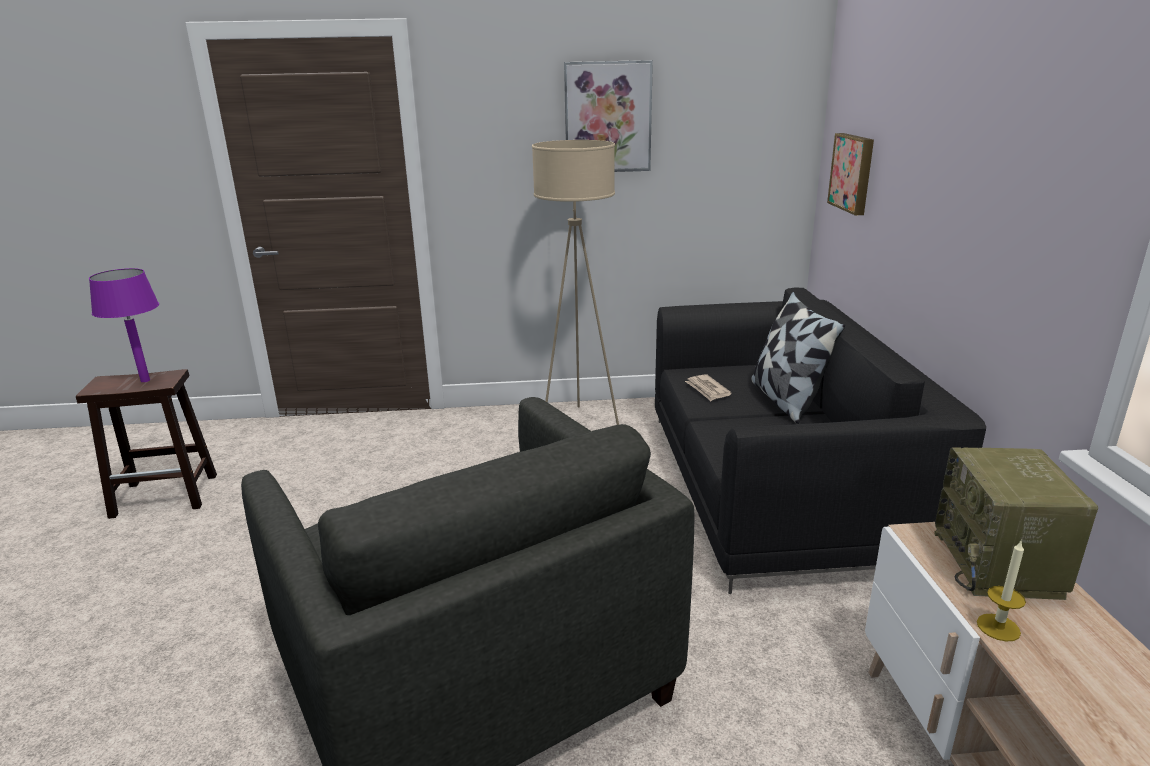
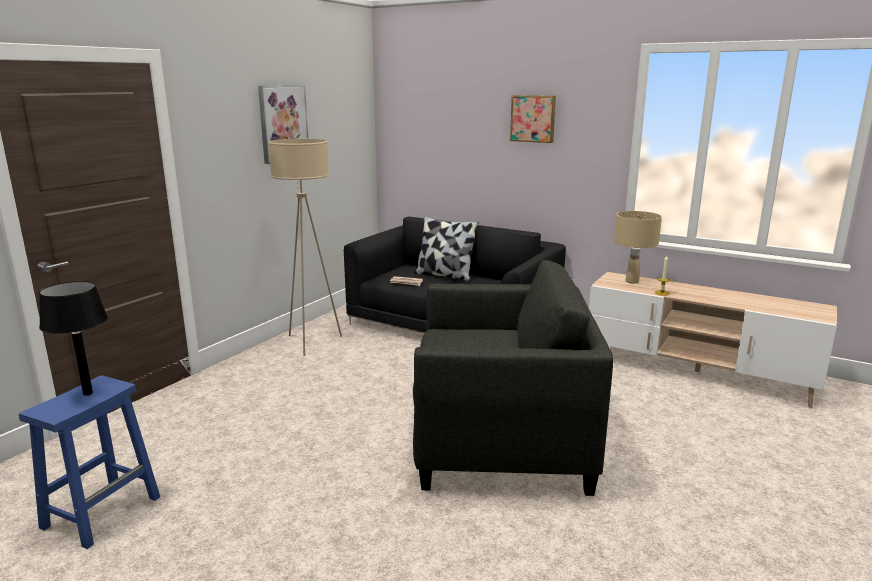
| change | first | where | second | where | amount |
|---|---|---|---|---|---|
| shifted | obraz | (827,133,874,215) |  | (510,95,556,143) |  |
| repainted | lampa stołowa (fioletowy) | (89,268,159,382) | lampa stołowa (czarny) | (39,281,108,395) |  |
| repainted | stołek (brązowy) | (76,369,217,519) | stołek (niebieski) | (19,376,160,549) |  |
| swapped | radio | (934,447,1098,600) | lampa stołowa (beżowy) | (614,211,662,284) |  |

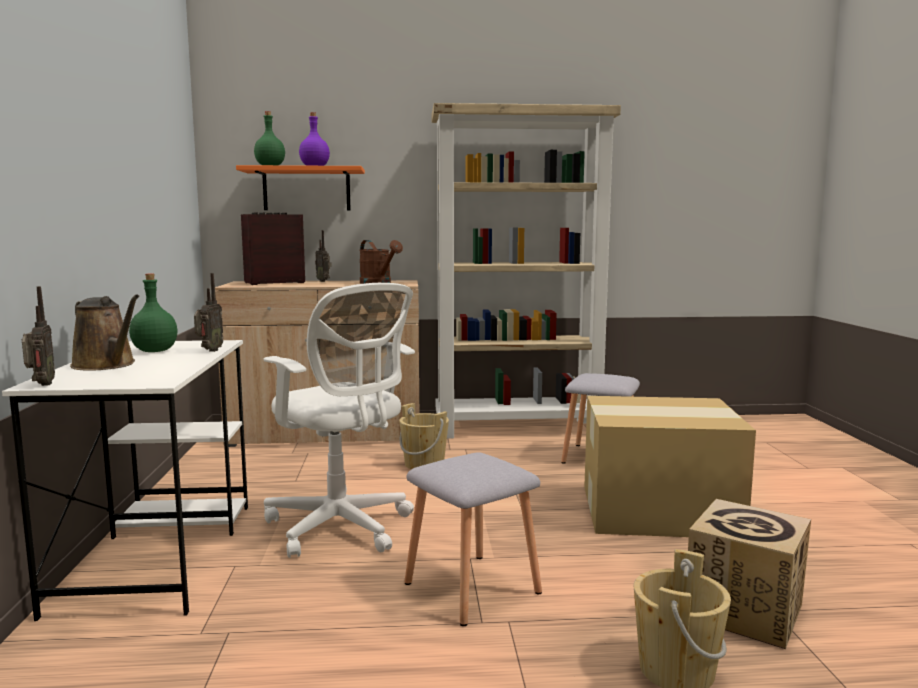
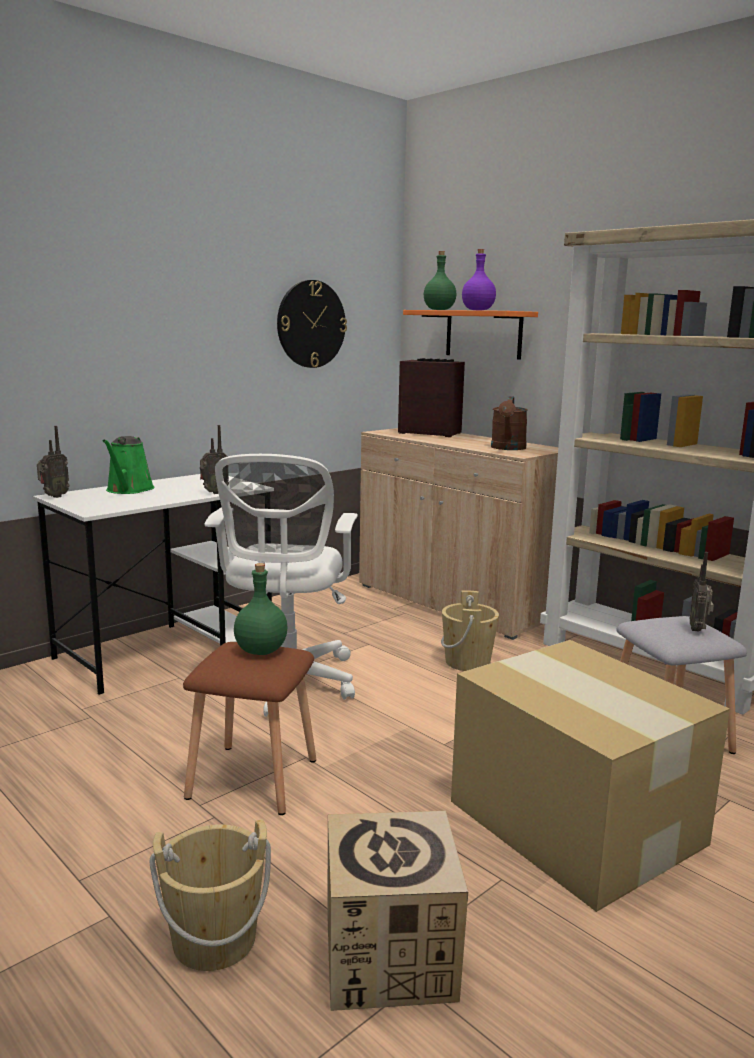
| change | first | where | second | where | amount |
|---|---|---|---|---|---|
| shifted | radio | (315,230,332,282) |  | (690,552,714,631) |  |
| shifted | butelka (zielony) | (129,274,178,352) |  | (234,563,287,655) |  |
| repainted | konewka (brązowy) | (70,294,139,371) | konewka (zielony) | (103,436,155,494) |  |
| repainted | stołek (szary) | (404,452,542,626) | stołek (brązowy) | (183,642,316,815) |  |
| new |  |  | zegar ścienny | (277,280,347,368) |  |

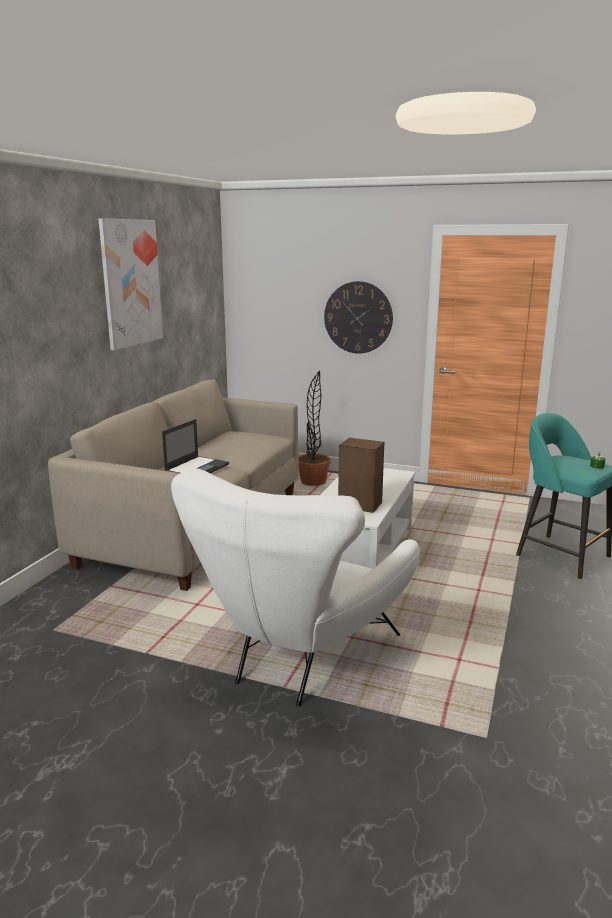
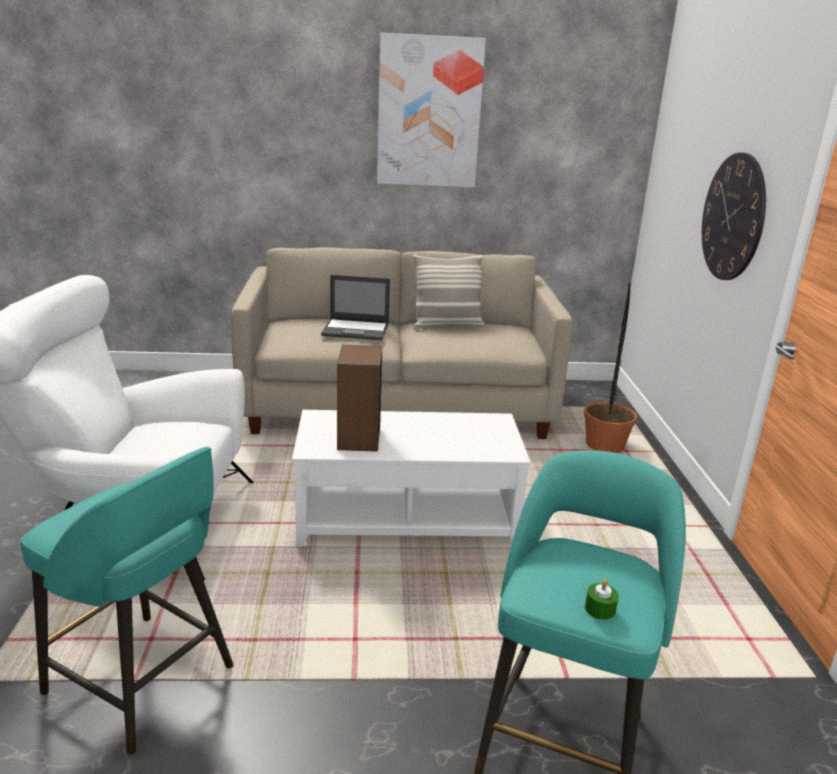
| change | first | where | second | where | amount |
|---|---|---|---|---|---|
| new |  |  | poduszka | (413,254,484,329) |  |
| new |  |  | stołek (turkusowy) | (21,447,234,755) |  |

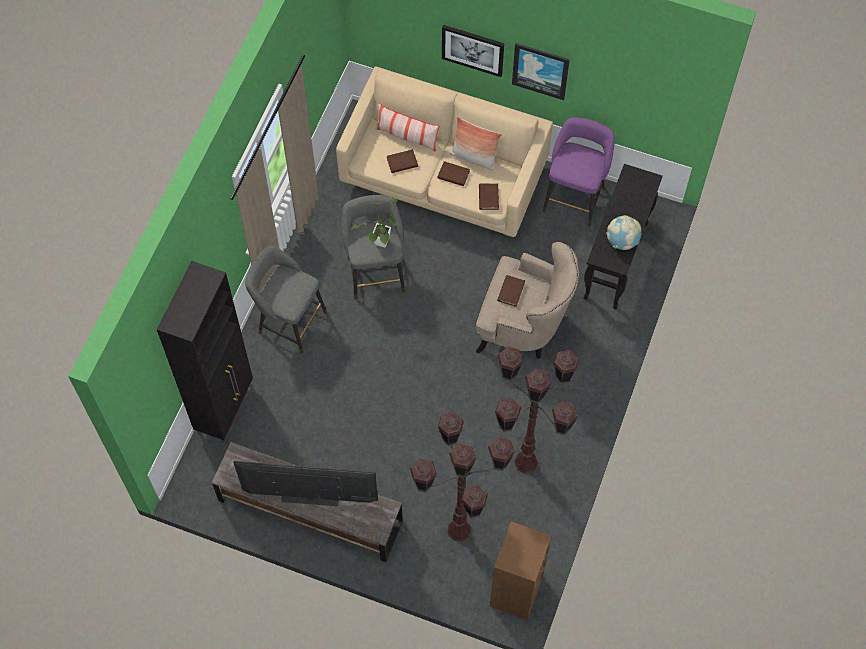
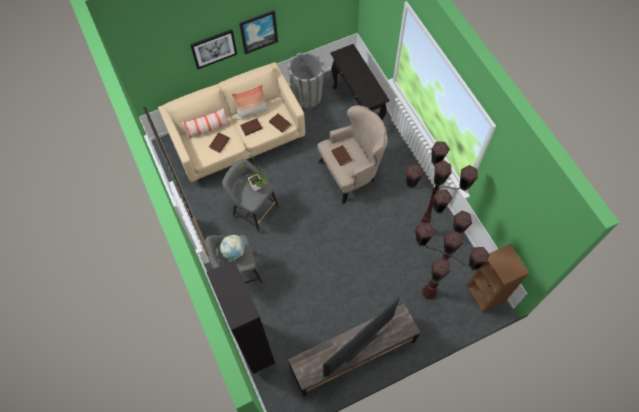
| change | first | where | second | where | amount |
|---|---|---|---|---|---|
| swapped | stołek (fioletowy) | (543,117,615,226) | donica (szary) | (288,52,325,108) |  |
| shifted | globus | (606,215,641,250) |  | (220,235,245,260) |  |

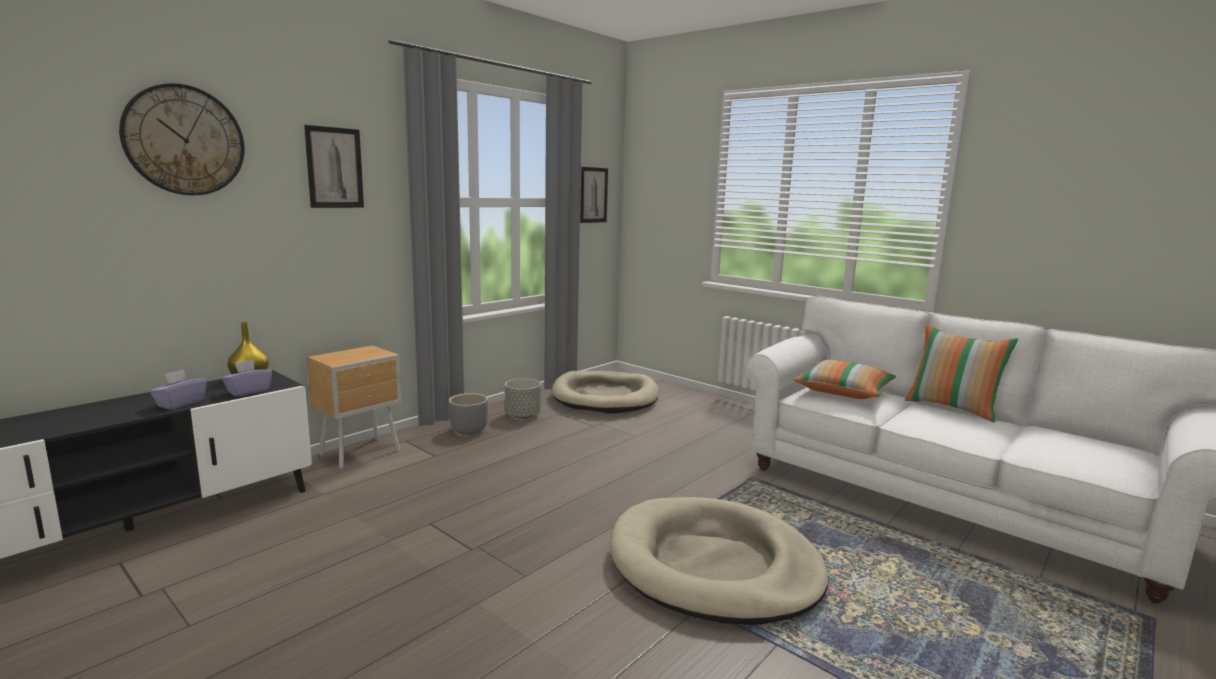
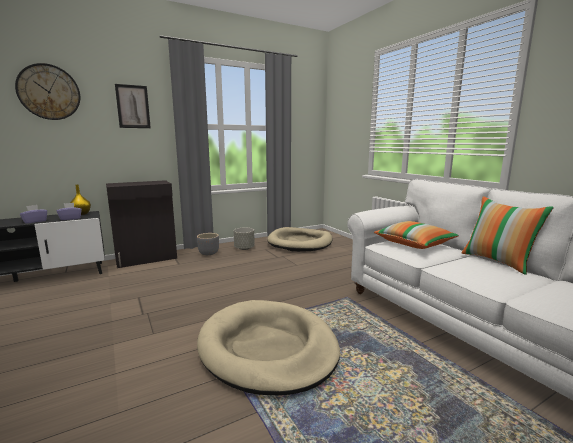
| change | first | where | second | where | amount |
|---|---|---|---|---|---|
| gone | obraz | (580,167,608,223) |  |  |  |
| swapped | szafka nocna (brązowy) | (307,345,402,469) | szafka (czarny) | (106,180,177,268) |  |

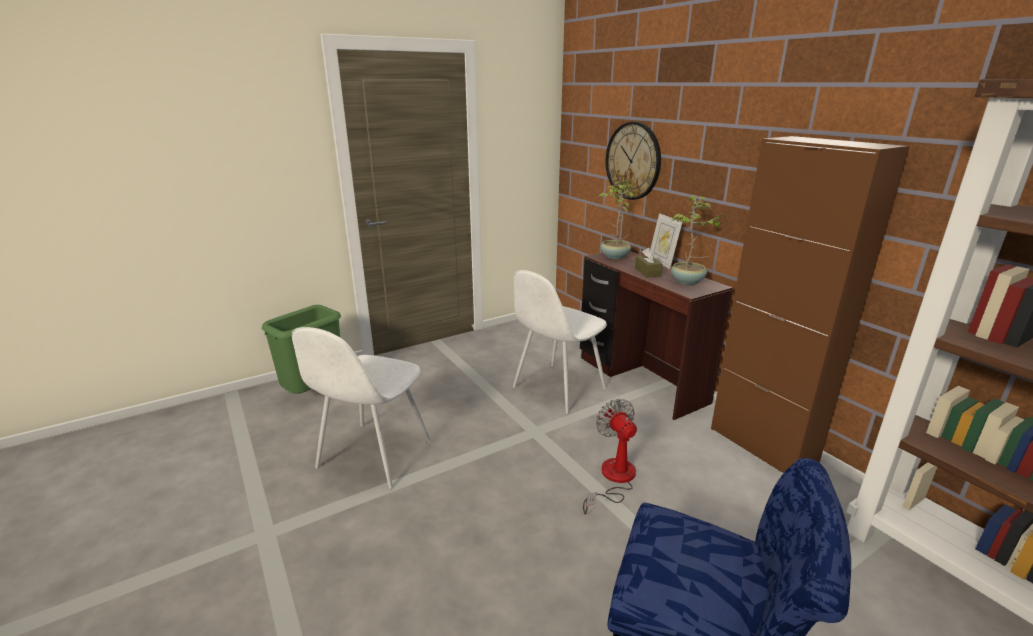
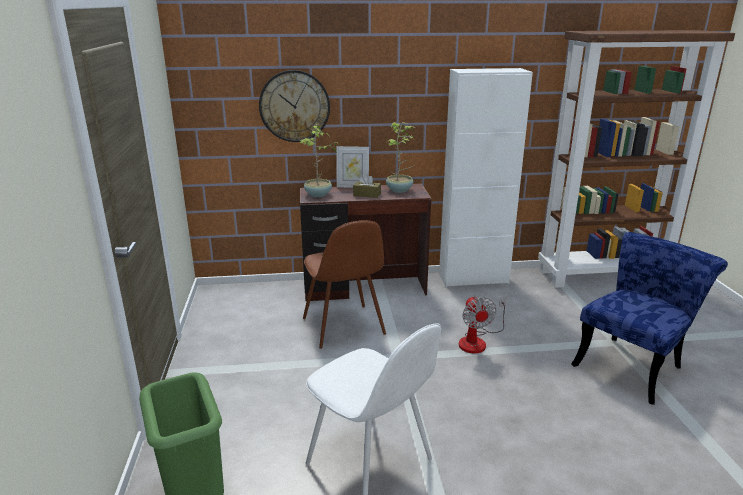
| change | first | where | second | where | amount |
|---|---|---|---|---|---|
| repainted | szafka (brązowy) | (711,136,910,473) | szafka (biały) | (439,68,533,287) |  |
| repainted | krzesło (biały) | (513,270,607,414) | krzesło (brązowy) | (303,220,386,349) |  |
| rotated | wentylator | (583,399,637,514) |  | (459,296,506,354) | 105 degrees counterclockwise |

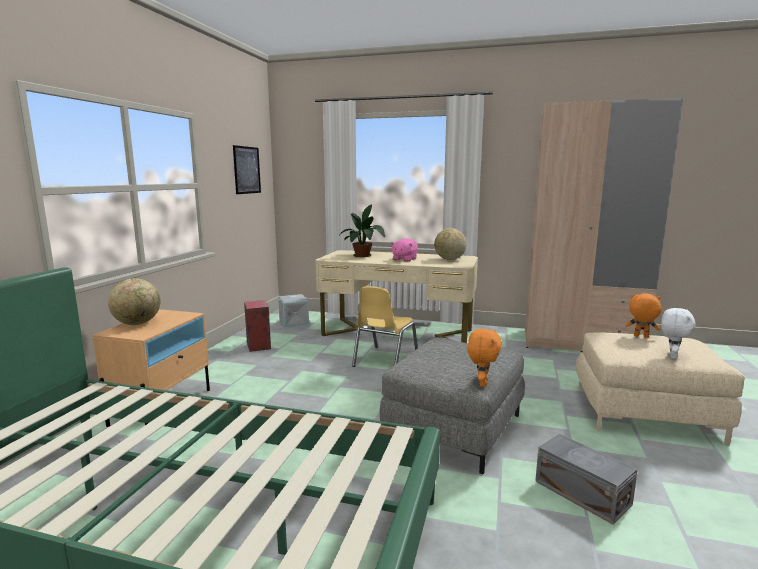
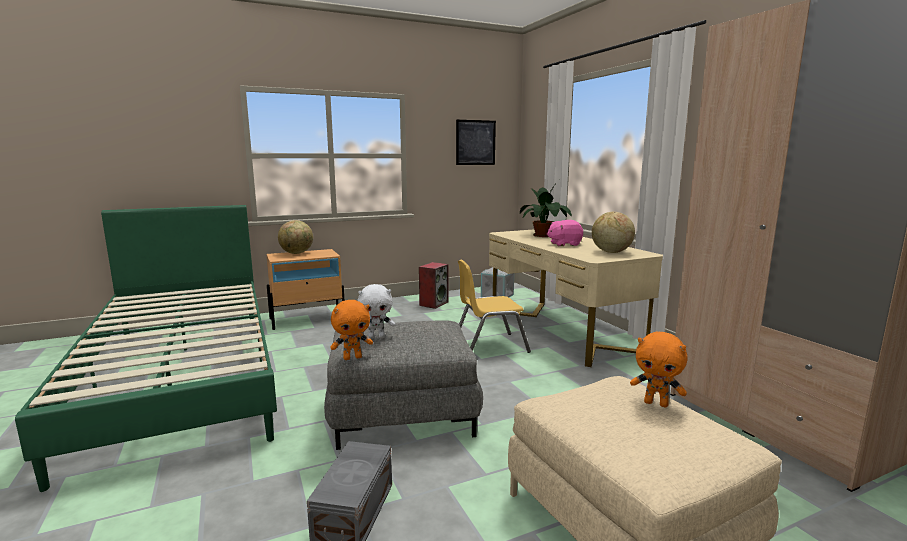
| change | first | where | second | where | amount |
|---|---|---|---|---|---|
| rotated | pluszak (pomarańczowy) | (625,293,662,338) |  | (630,332,688,407) | 135 degrees clockwise |
| shifted | pluszak (biały) | (661,308,696,359) |  | (358,284,395,339) |  |

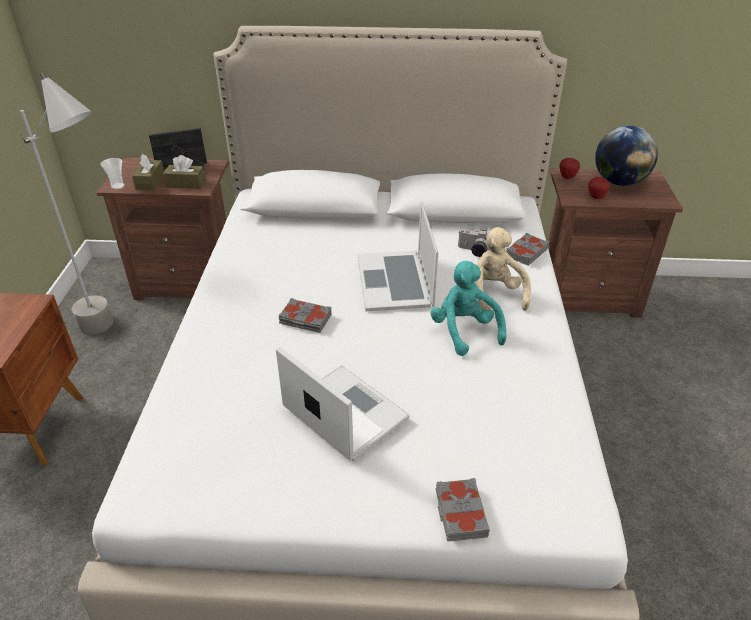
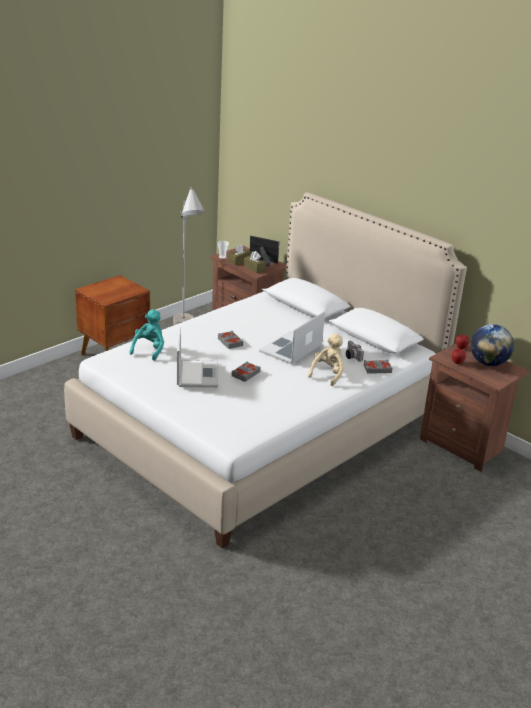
| change | first | where | second | where | amount |
|---|---|---|---|---|---|
| shifted | pluszak (turkusowy) | (430,261,506,356) |  | (130,309,164,361) |  |
| shifted | książka (szary) | (436,478,490,542) |  | (231,362,261,382) |  |

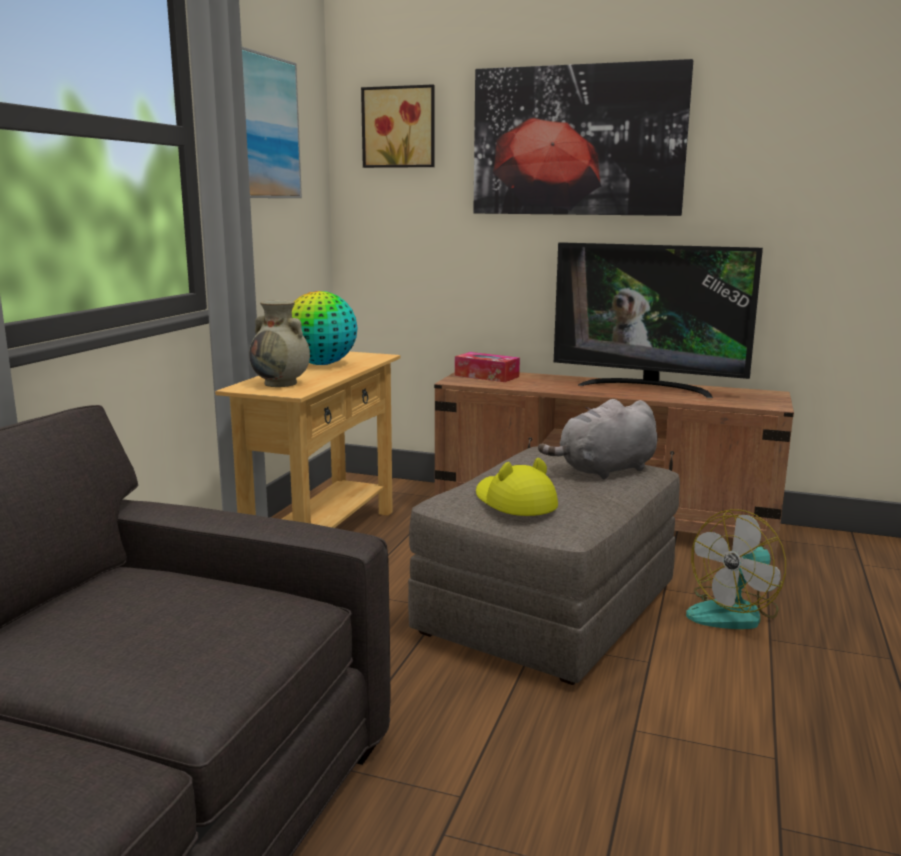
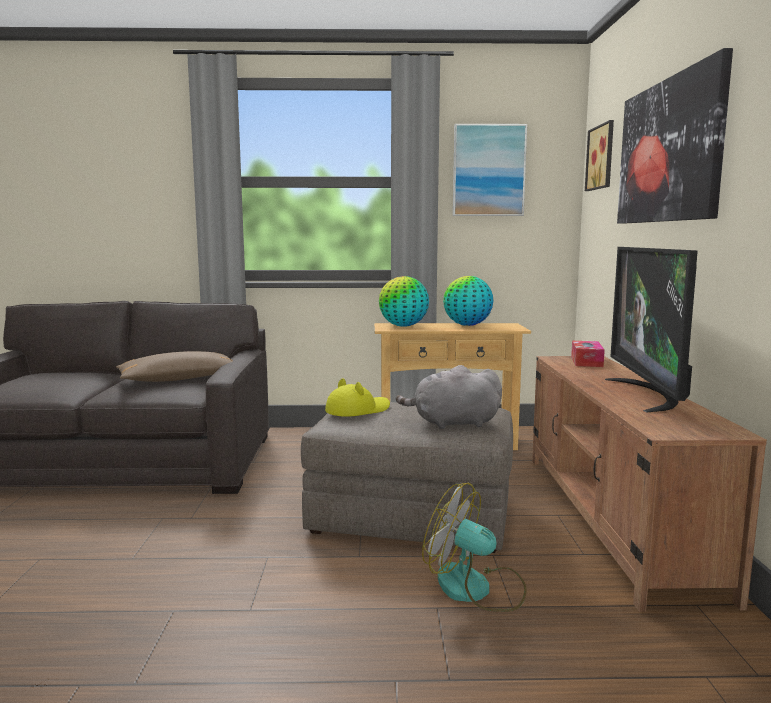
| change | first | where | second | where | amount |
|---|---|---|---|---|---|
| swapped | wazon (beżowy) | (249,300,310,387) | globus | (379,276,429,327) |  |
| rotated | pluszak (szary) | (538,399,657,480) |  | (396,365,502,429) | 45 degrees counterclockwise |
| new |  |  | poduszka (brązowy) | (116,351,233,382) |  |

